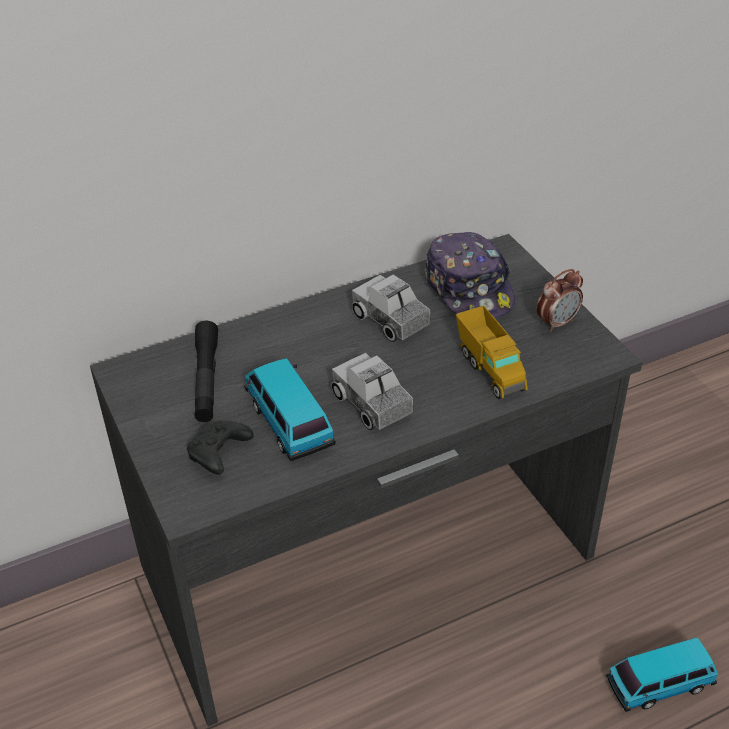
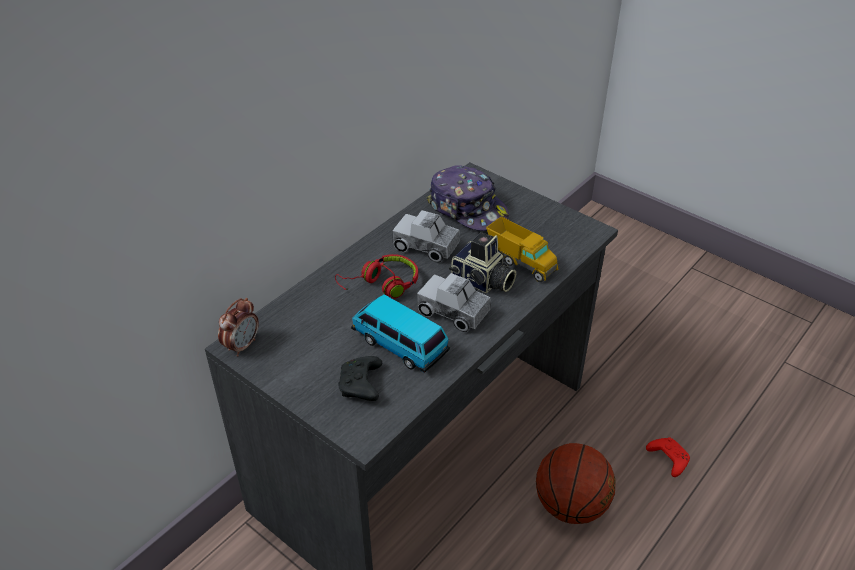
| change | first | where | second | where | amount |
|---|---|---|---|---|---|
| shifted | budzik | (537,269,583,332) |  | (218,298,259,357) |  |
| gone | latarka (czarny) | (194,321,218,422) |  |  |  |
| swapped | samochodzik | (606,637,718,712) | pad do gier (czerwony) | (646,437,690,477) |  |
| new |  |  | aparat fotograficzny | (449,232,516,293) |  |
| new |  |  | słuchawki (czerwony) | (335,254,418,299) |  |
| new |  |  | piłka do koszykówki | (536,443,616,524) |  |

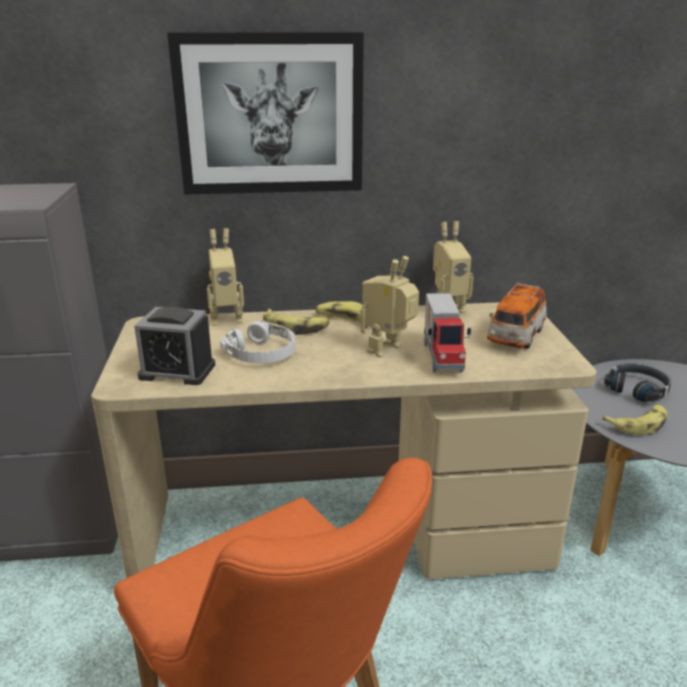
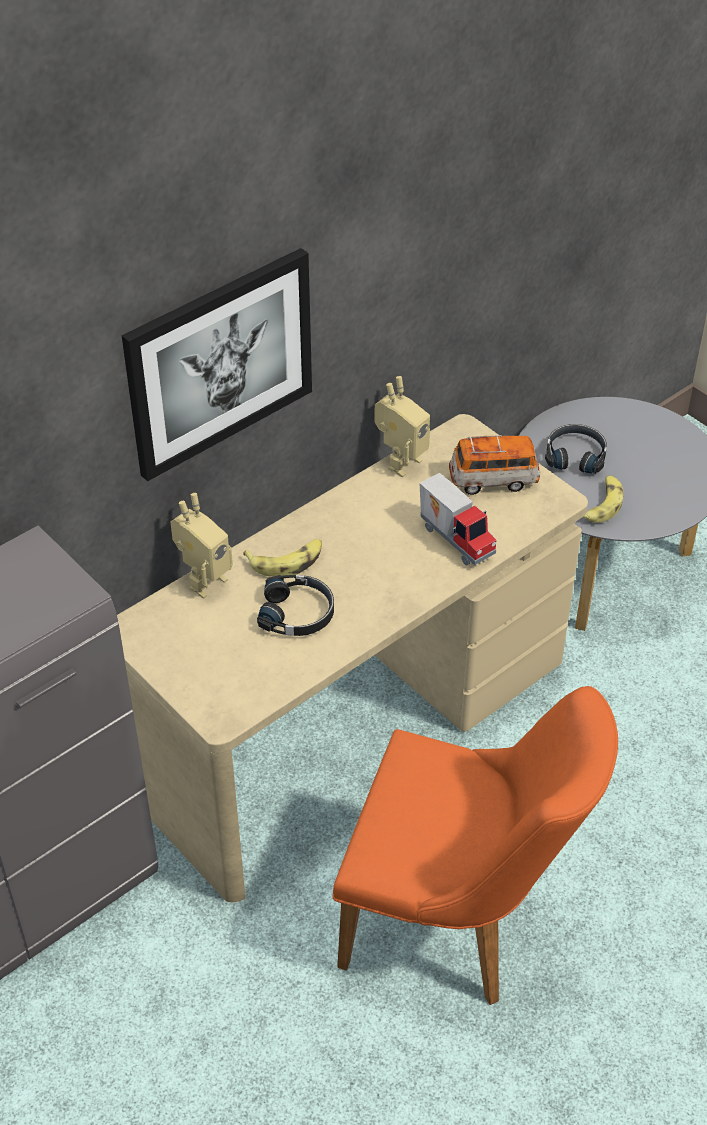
| change | first | where | second | where | amount |
|---|---|---|---|---|---|
| gone | robot zabawkowy | (361,256,419,358) |  |  |  |
| rotated | samochodzik | (487,283,547,348) |  | (449,435,541,495) | 90 degrees counterclockwise |
| gone | banan | (316,301,367,329) |  |  |  |
| gone | budzik | (134,307,215,385) |  |  |  |
| repainted | słuchawki (biały) | (220,321,296,363) | słuchawki (czarny) | (257,575,334,636) |  |

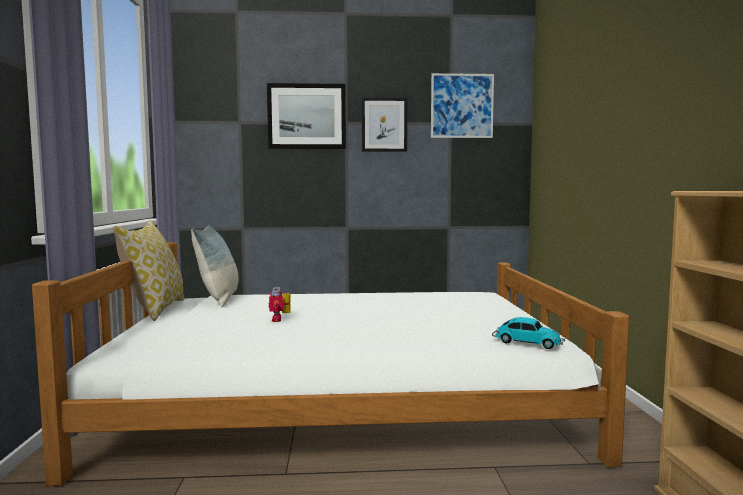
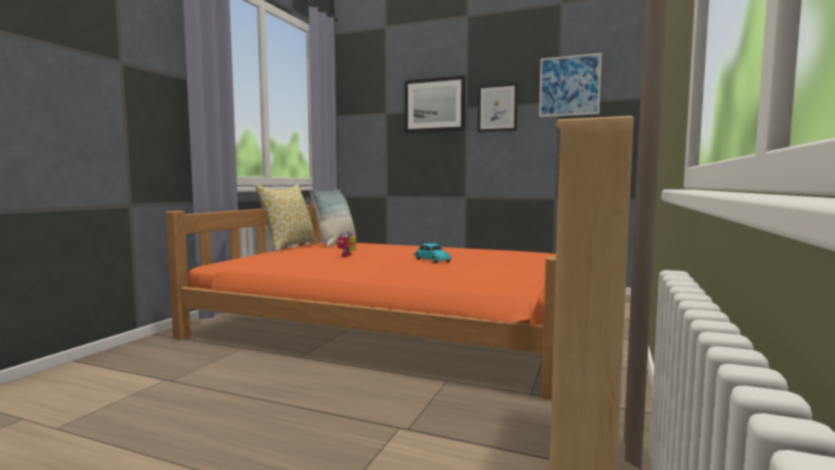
| change | first | where | second | where | amount |
|---|---|---|---|---|---|
| repainted | łóżko (biały) | (32,242,629,486) | łóżko (pomarańczowy) | (166,202,556,400) |  |
| shifted | samochodzik | (492,317,565,349) |  | (413,243,452,263) |  |

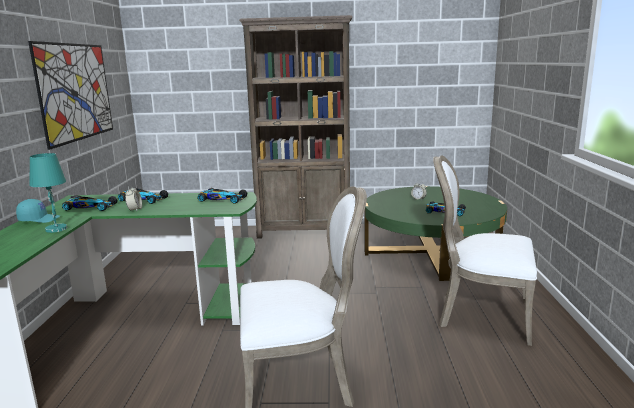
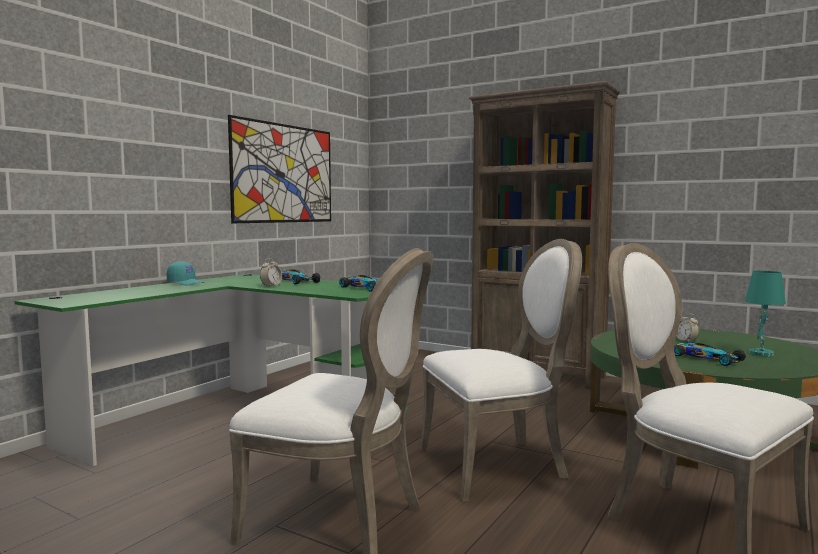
| change | first | where | second | where | amount |
|---|---|---|---|---|---|
| shifted | lampa stołowa (turkusowy) | (29,153,67,233) |  | (745,271,786,356) |  |
| gone | samochodzik | (62,196,117,211) |  |  |  |
| new |  |  | krzesło (biały) | (420,239,582,502) |  |

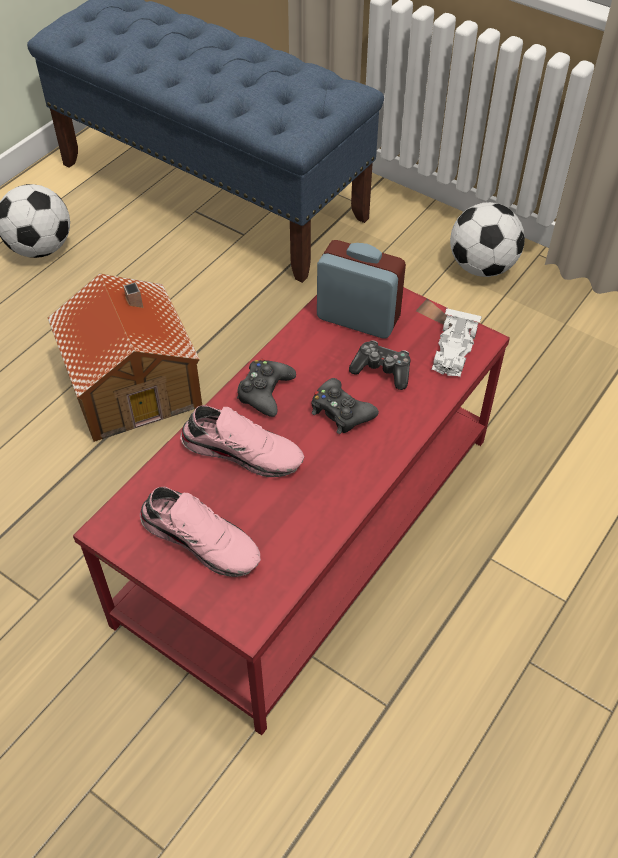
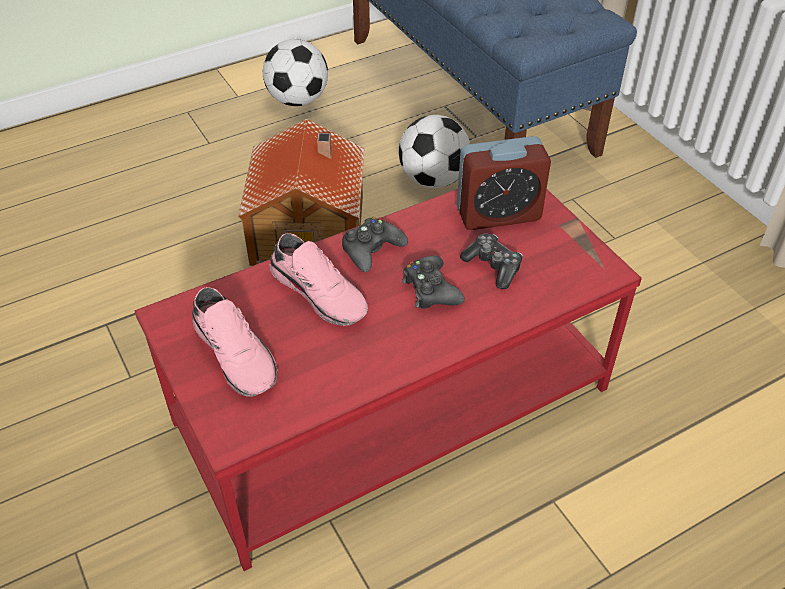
| change | first | where | second | where | amount |
|---|---|---|---|---|---|
| shifted | piłka futbolowa | (450,202,525,277) |  | (399,115,470,188) |  |
| rotated | budzik | (317,240,406,339) |  | (457,136,551,230) | 120 degrees clockwise |
| gone | samochodzik (biały) | (432,308,482,377) |  |  |  |

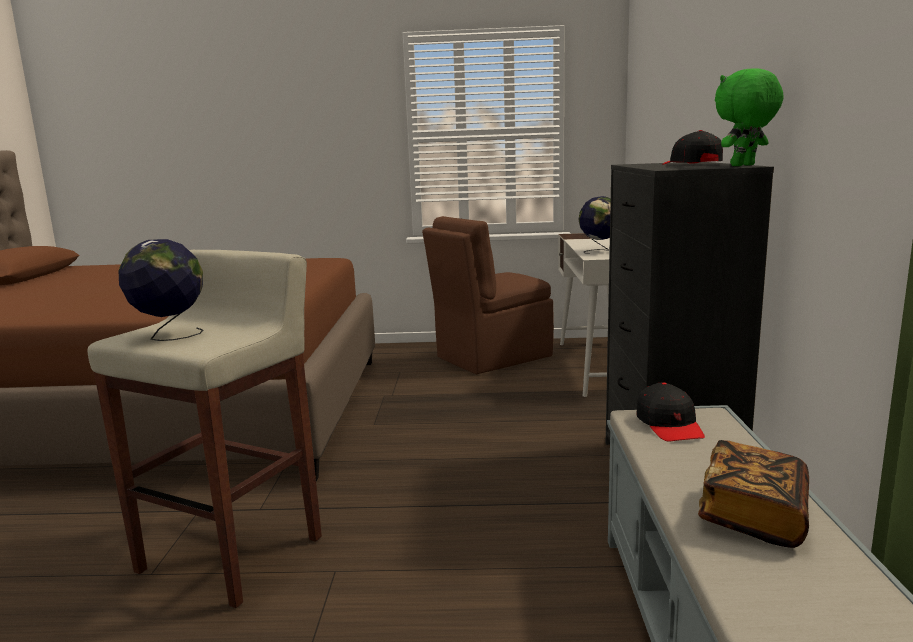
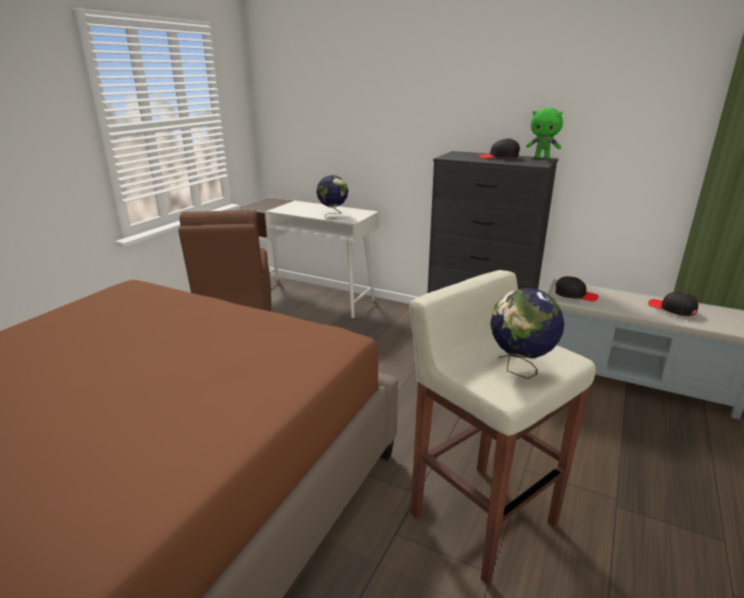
| change | first | where | second | where | amount |
|---|---|---|---|---|---|
| rotated | pluszak (zielony) | (715,68,784,166) |  | (526,108,563,159) | 60 degrees counterclockwise |
| swapped | książka | (698,440,809,548) | czapka z daszkiem (czarny) | (648,292,698,316) |  |

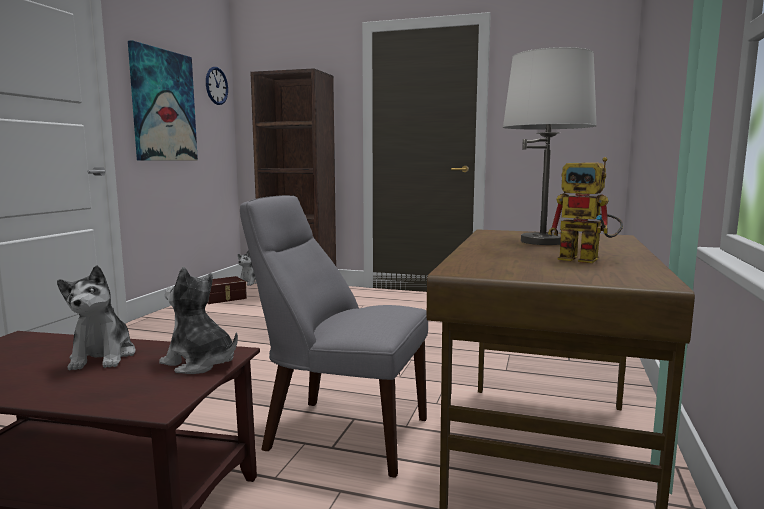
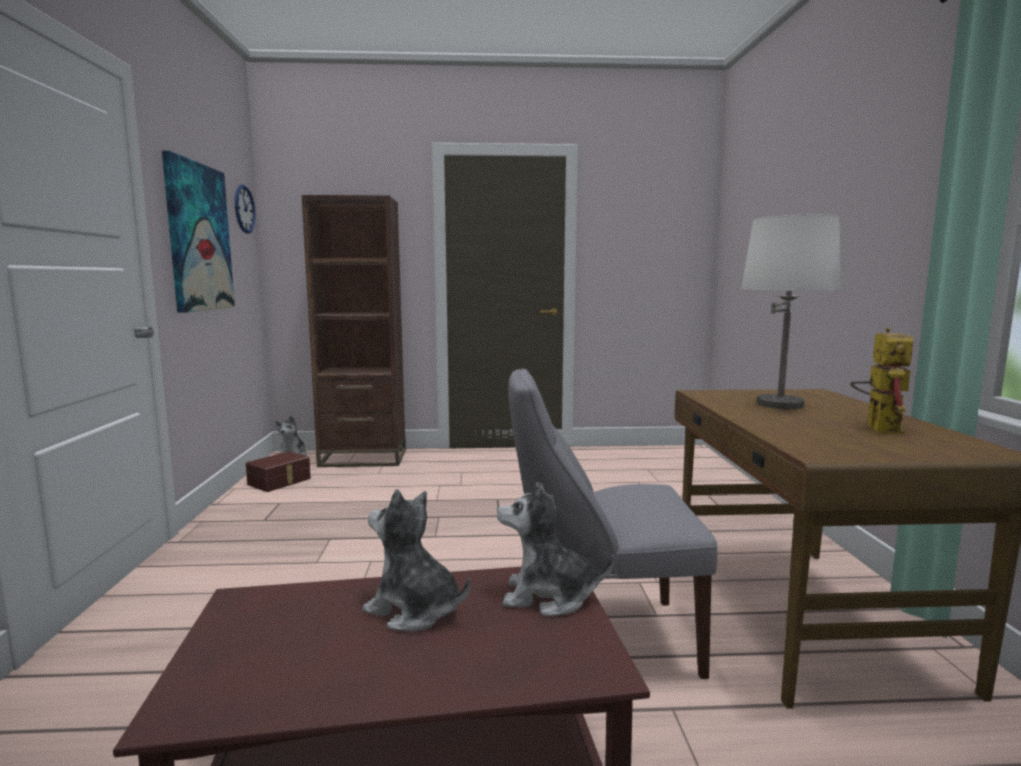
| change | first | where | second | where | amount |
|---|---|---|---|---|---|
| rotated | robot zabawkowy | (548,157,623,263) |  | (850,327,913,434) | 90 degrees counterclockwise |
| rotated | pluszak | (57,265,135,370) |  | (363,489,470,632) | 150 degrees clockwise |

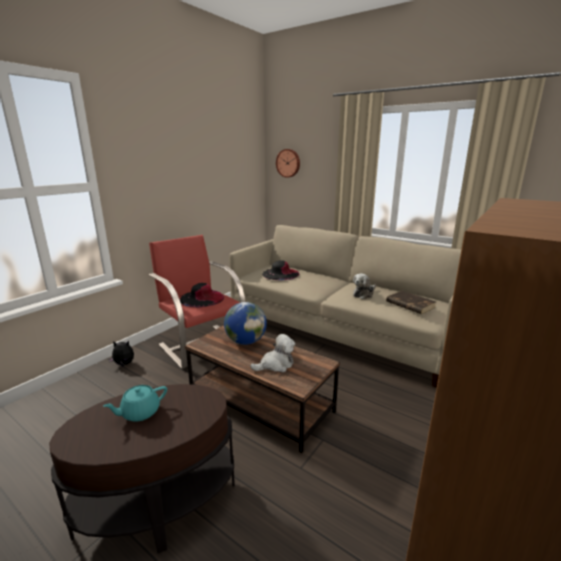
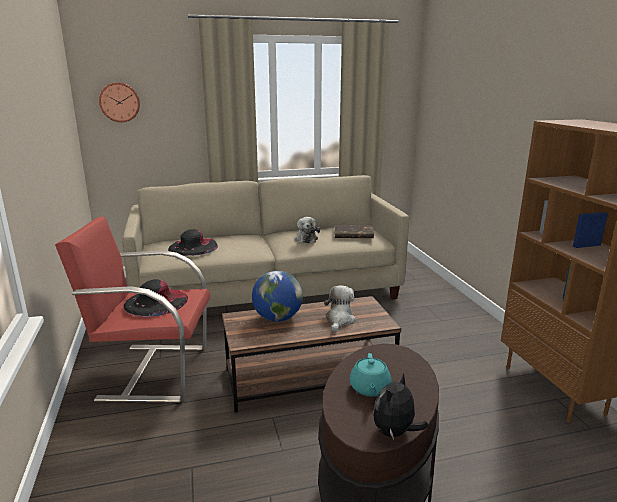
| change | first | where | second | where | amount |
|---|---|---|---|---|---|
| shifted | pluszak | (109,341,134,367) |  | (373,373,428,440) |  |

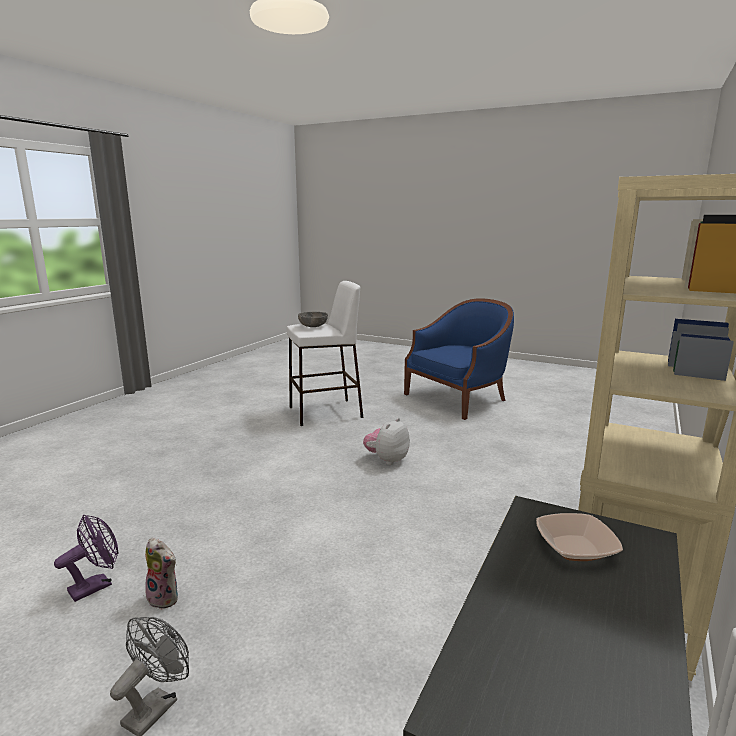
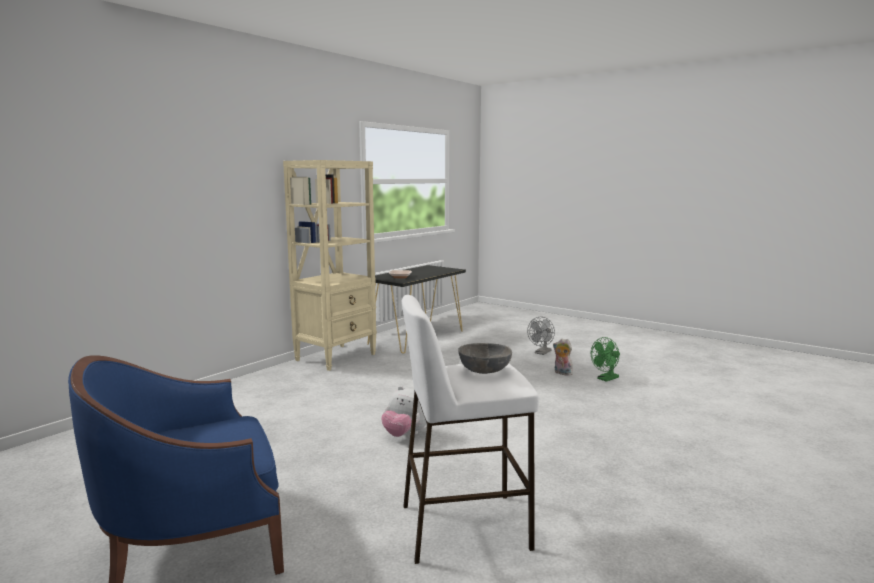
| change | first | where | second | where | amount |
|---|---|---|---|---|---|
| rotated | pluszak | (363,418,410,465) |  | (381,386,427,437) | 75 degrees clockwise |
| repainted | wentylator (fioletowy) | (54,515,118,602) | wentylator (zielony) | (591,337,620,382) |  |

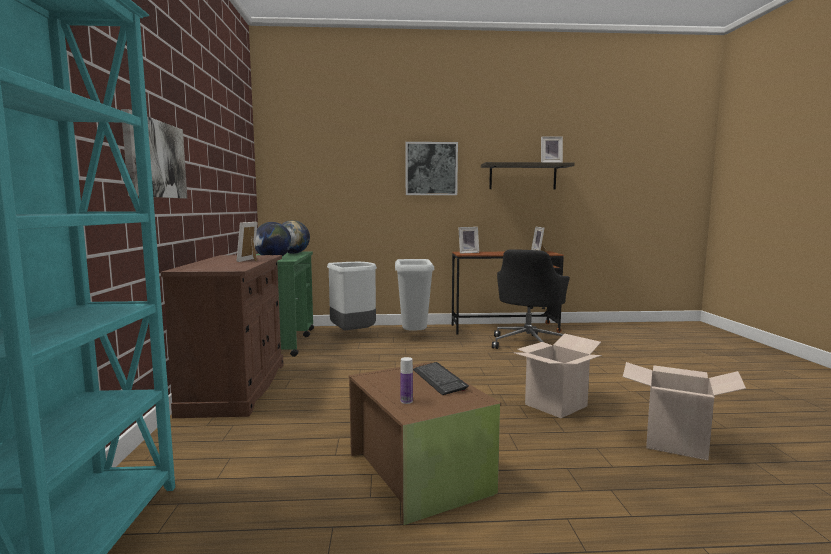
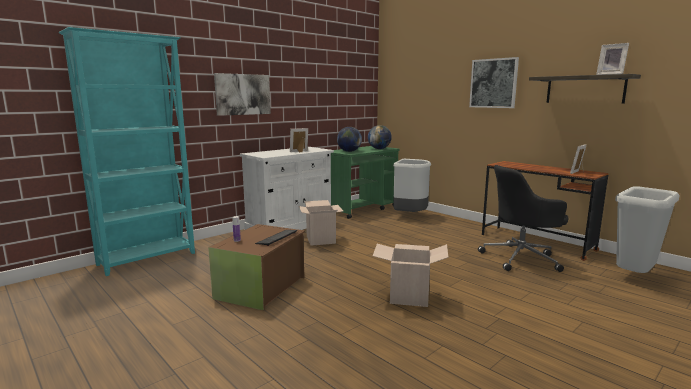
| change | first | where | second | where | amount |
|---|---|---|---|---|---|
| gone | ramka na zdjęcie | (458,227,479,254) |  |  |  |
| repainted | szafka (brązowy) | (161,255,284,418) | szafka (biały) | (240,147,334,230) |  |
| shifted | kosz na śmieci (szary) | (395,259,434,330) |  | (615,186,680,273) |  |
| shifted | karton | (623,362,746,460) |  | (299,200,343,246) |  |

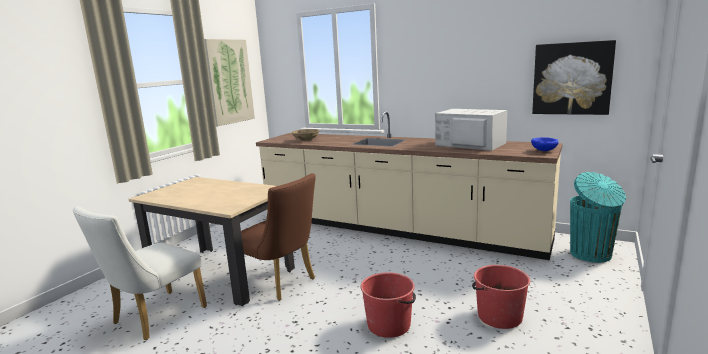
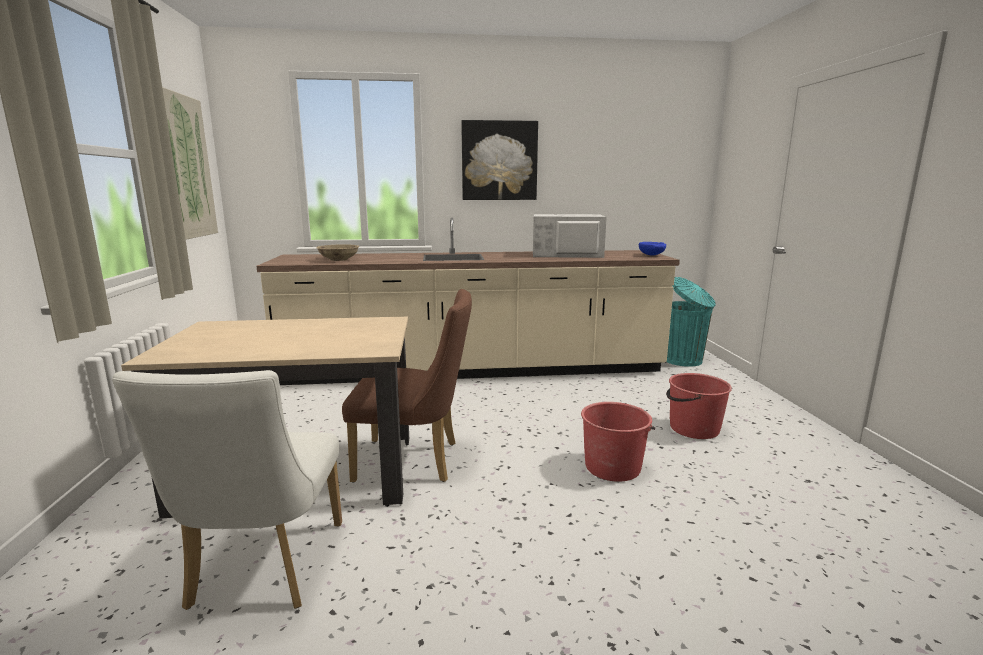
| change | first | where | second | where | amount |
|---|---|---|---|---|---|
| shifted | obraz | (532,40,616,115) |  | (461,120,538,200) |  |

